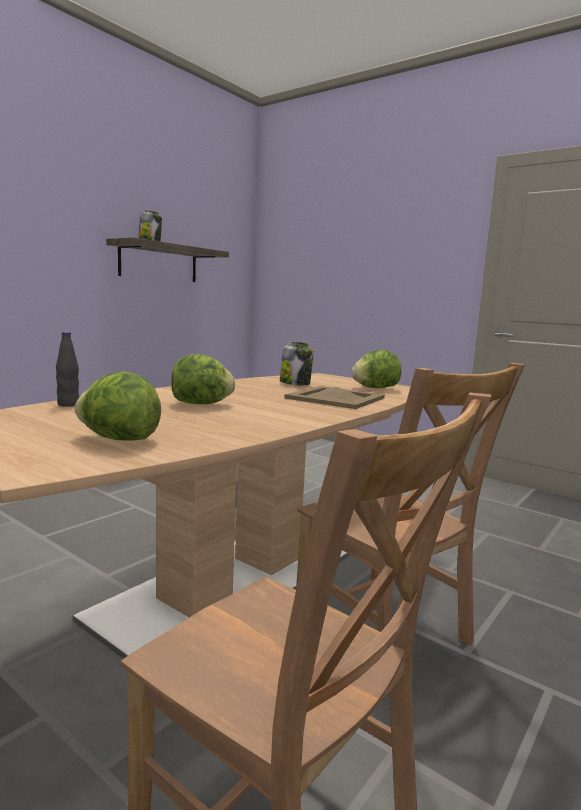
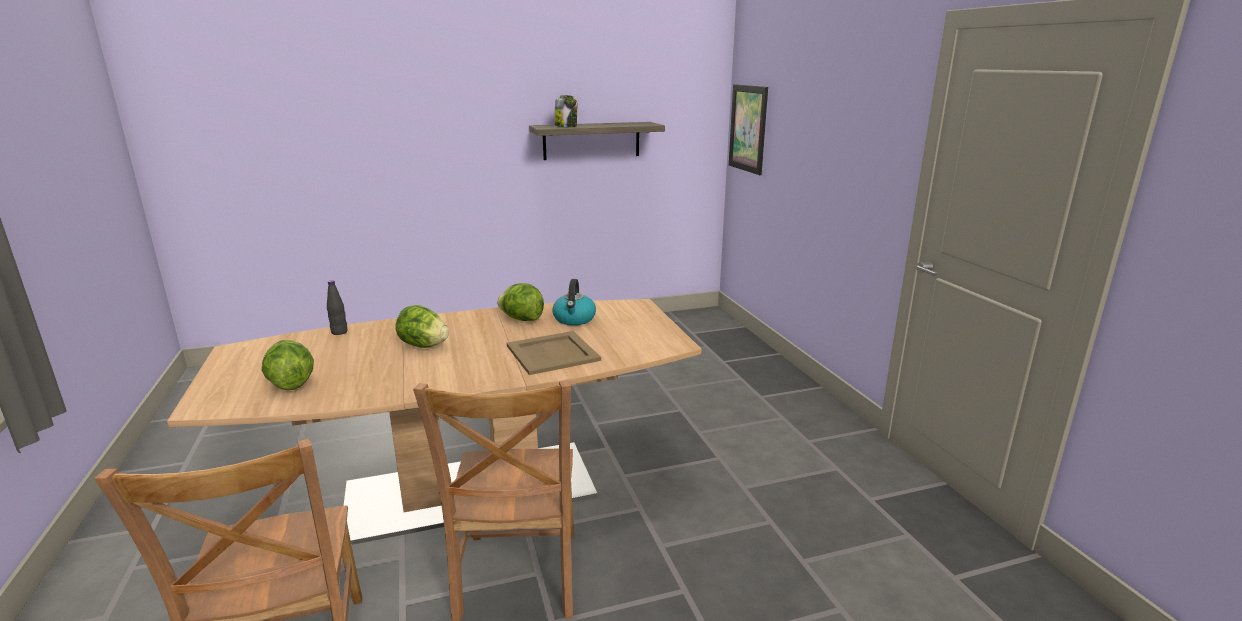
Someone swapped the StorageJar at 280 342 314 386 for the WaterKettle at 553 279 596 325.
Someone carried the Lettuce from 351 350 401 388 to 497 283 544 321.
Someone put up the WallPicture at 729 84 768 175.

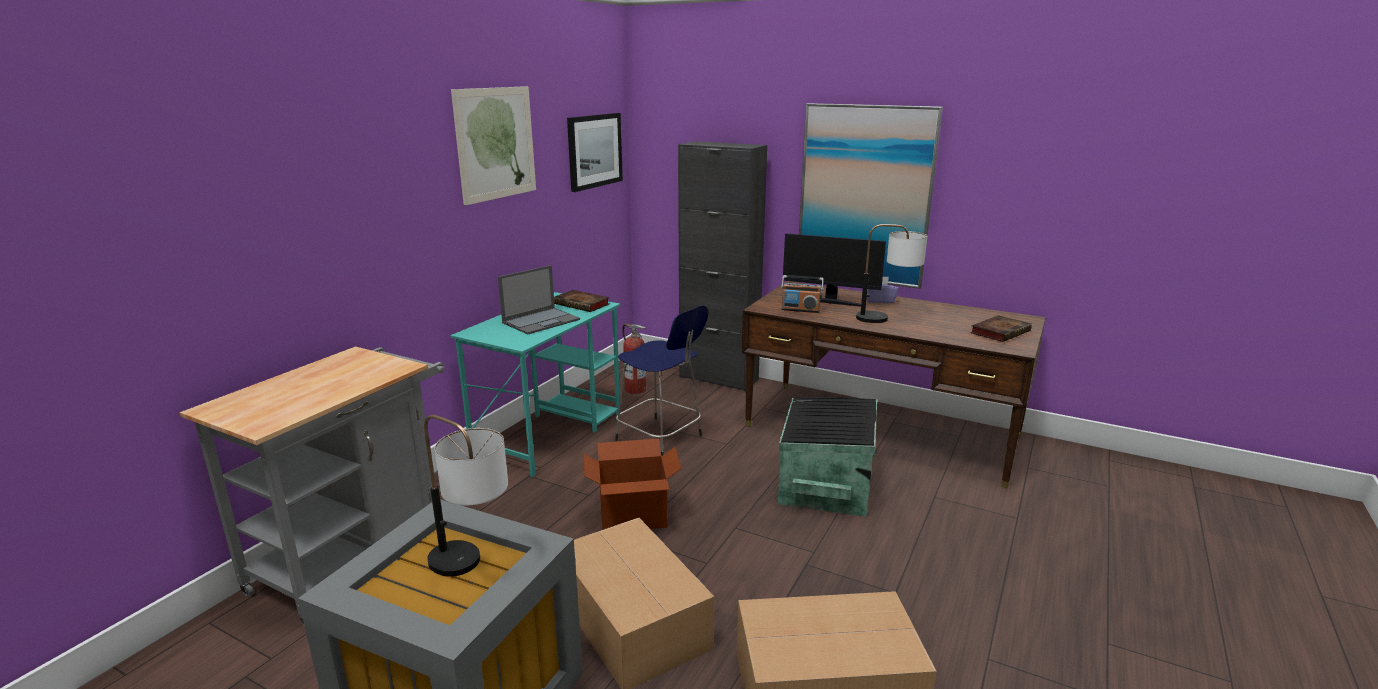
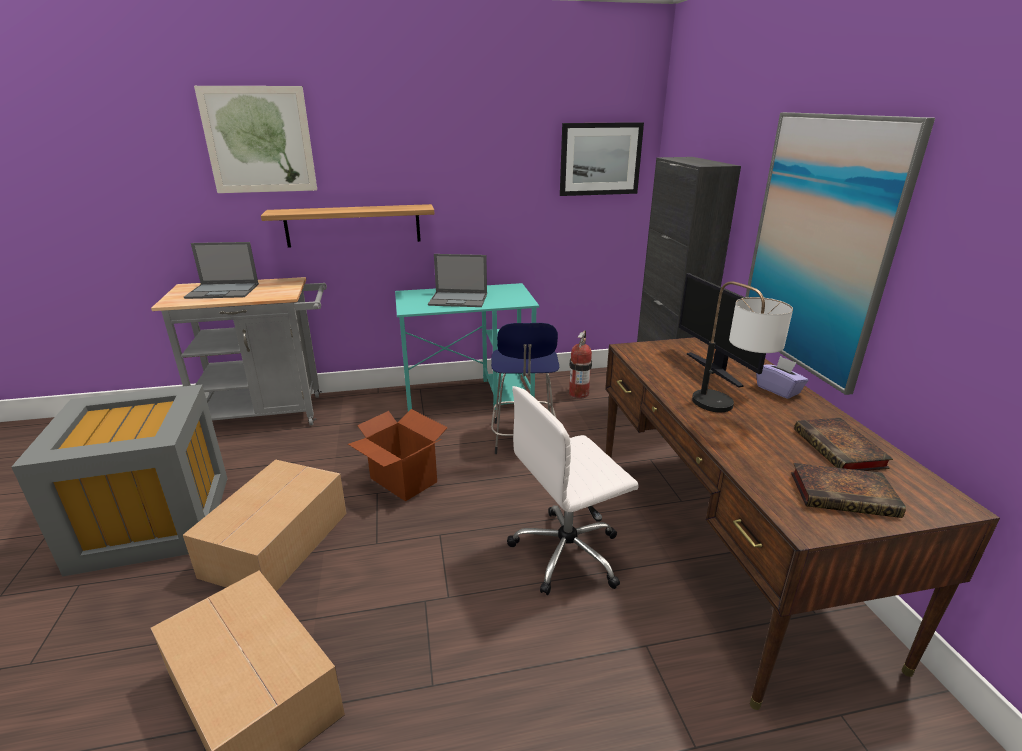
Someone carried the WallPicture from 451 86 536 206 to 194 86 317 193.
Someone took away the RadioReceiver at 781 275 824 313.
Someone carried the Book from 554 290 610 312 to 794 418 893 471.
Someone swapped the BlackishStorageContainer at 778 397 877 517 for the WhiteColouredDeskChair at 507 386 639 595.
Someone took away the LampForATable at 424 415 508 577.
Someone put up the Shelf at 261 204 434 248.
Someone put down the Laptop at 184 242 259 299.

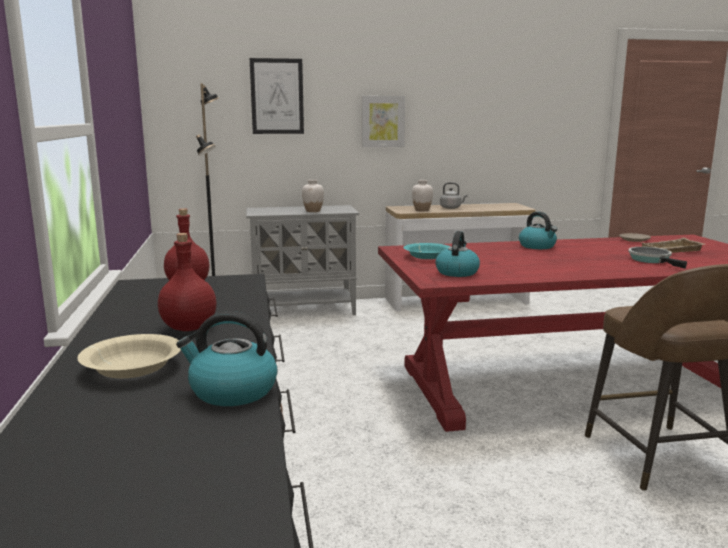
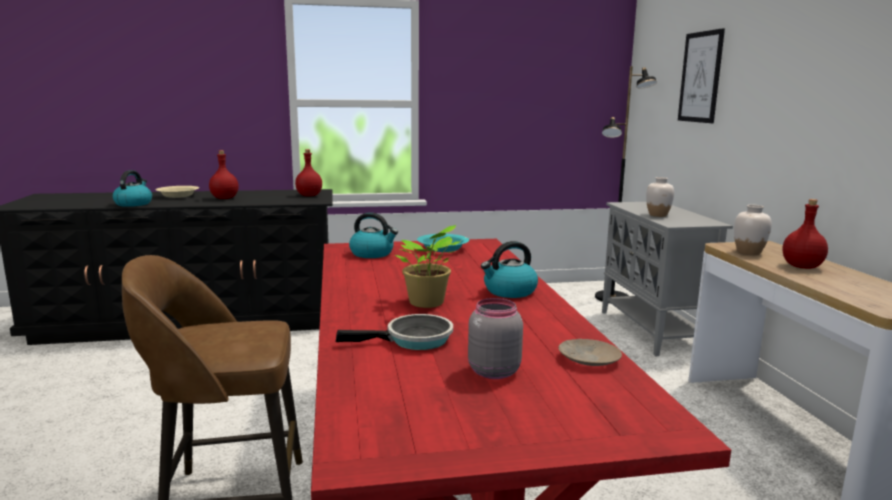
Someone took away the WallPicture at 362 96 405 147.
Someone swapped the GreyishWaterKettle at 440 182 467 209 for the ReddishDrinkBottle at 783 199 828 269.
Someone swapped the BeigeCarryingTray at 640 238 704 253 for the GreyishStorageJar at 468 298 523 379.
Someone put down the Houseplant at 395 225 461 308.

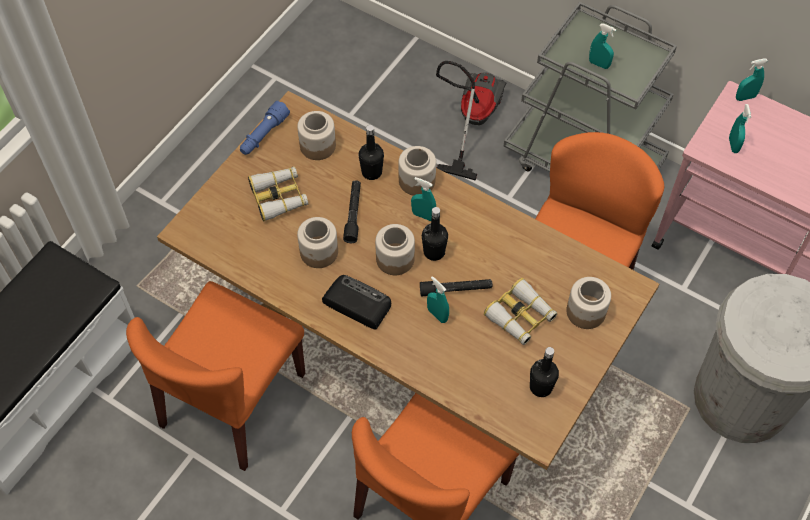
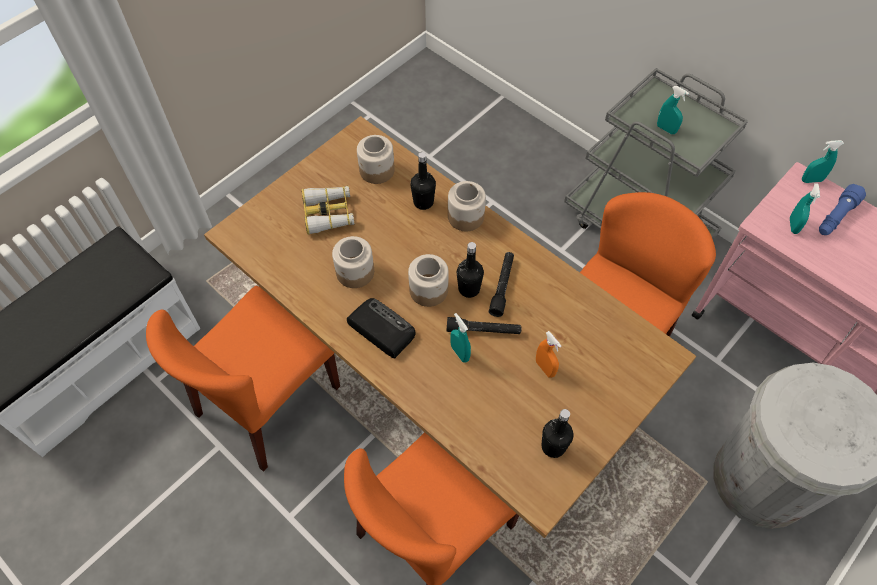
Someone took away the Vacuum at 436 61 507 181.
Someone carried the BlueHandTorch from 240 101 290 155 to 819 184 866 235.
Someone took away the BlueGreenSprayBottle at 411 177 436 221.
Someone carried the BlackishHandTorch from 343 180 361 243 to 489 252 514 317.
Someone took away the StorageJar at 566 277 611 329.
Someone swapped the PairOfBinoculars at 484 278 557 345 for the OrangeySprayBottle at 536 331 561 378.

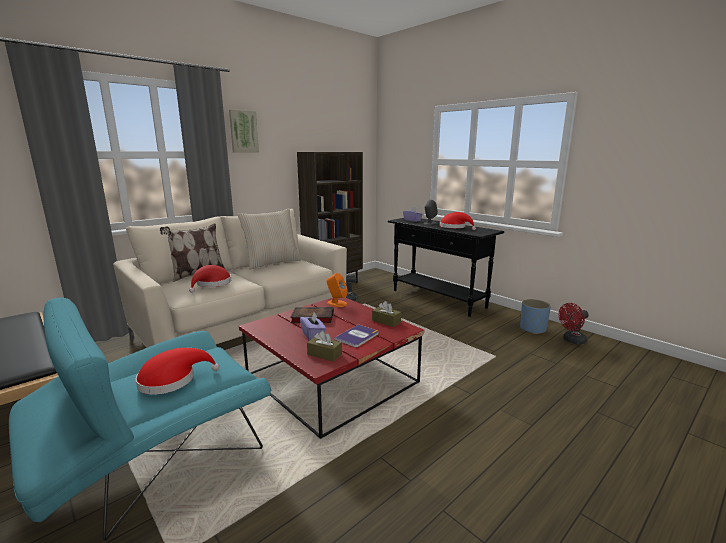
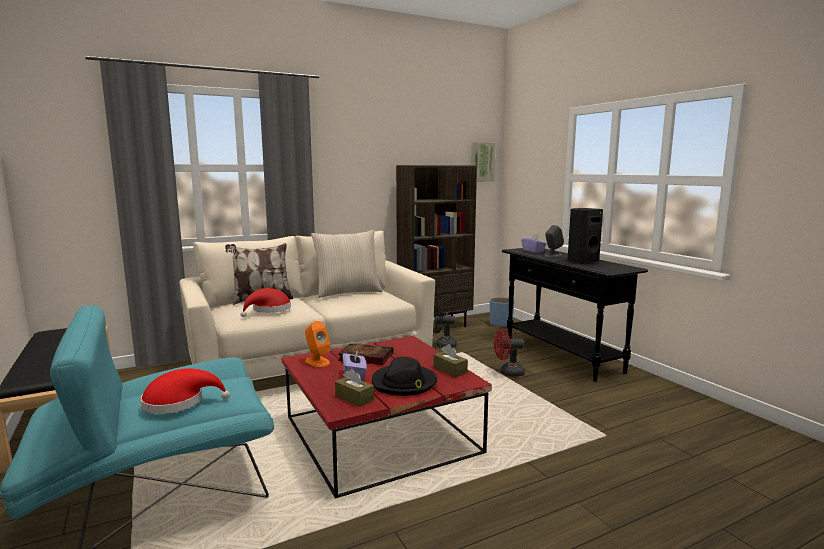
Someone carried the WallPicture from 229 110 259 152 to 471 142 495 182.
Someone swapped the ReddishHat at 440 212 476 230 for the BlackishSpeaker at 568 208 603 264.
Someone carried the OrangeySpeaker from 326 273 348 307 to 305 321 330 367.
Someone carried the BluePlanter from 520 299 551 334 to 490 297 514 327.
Someone carried the ReddishFan from 559 303 589 345 to 494 328 525 377.
Someone swapped the Book at 334 324 379 347 for the BlackishHat at 372 357 437 396.

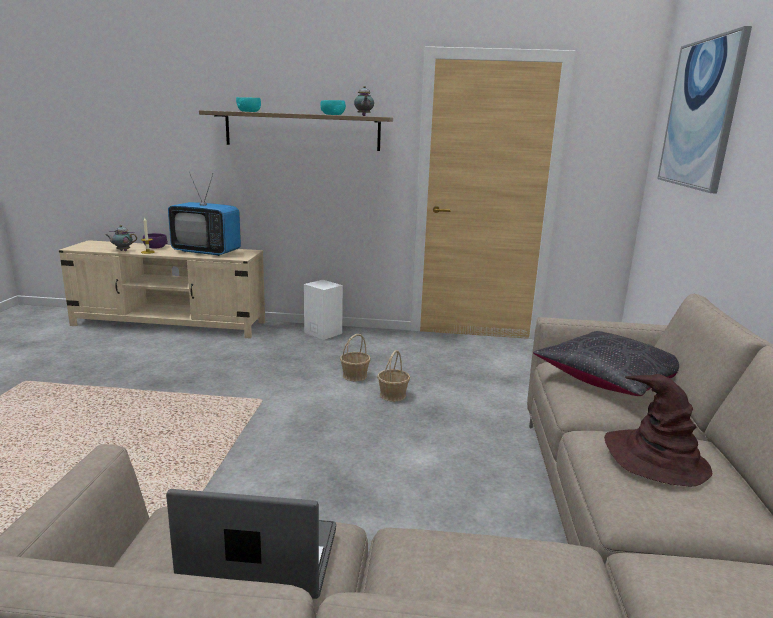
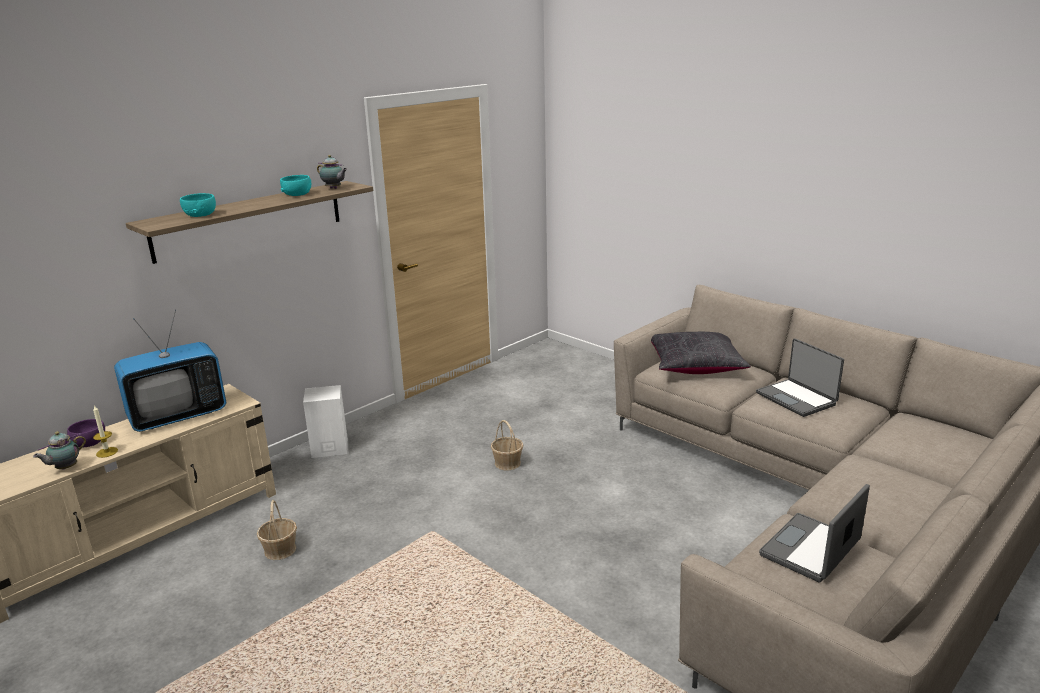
Someone took away the WallPicture at 657 26 752 193.
Someone carried the HouseholdBasket from 340 334 371 381 to 257 500 297 560.
Someone swapped the BrownHat at 604 374 712 487 for the Laptop at 756 338 844 417.

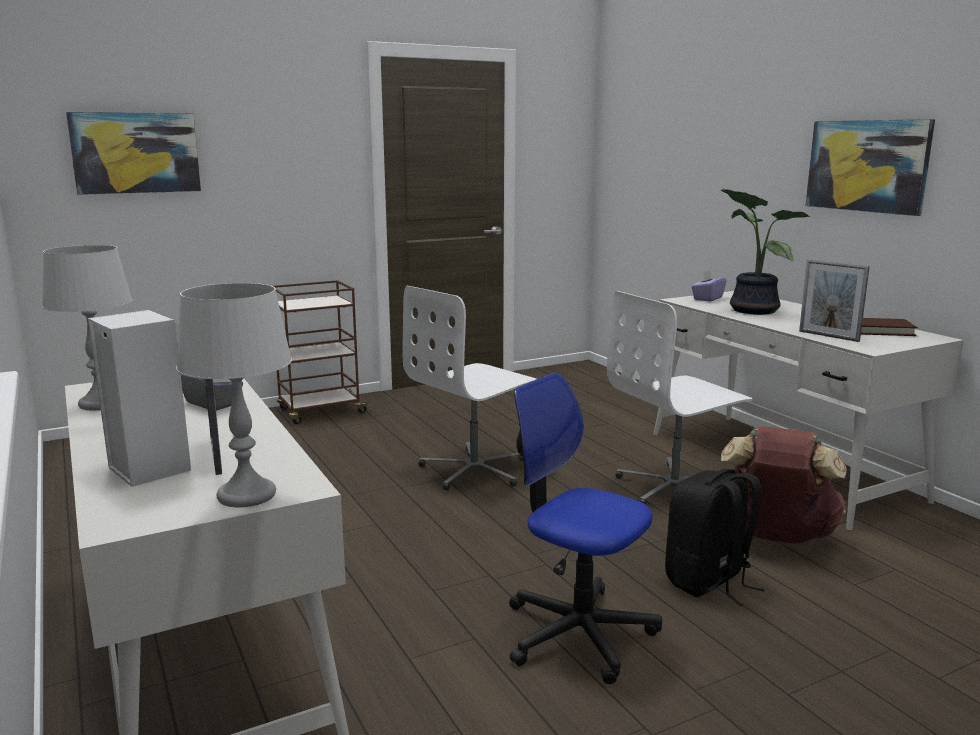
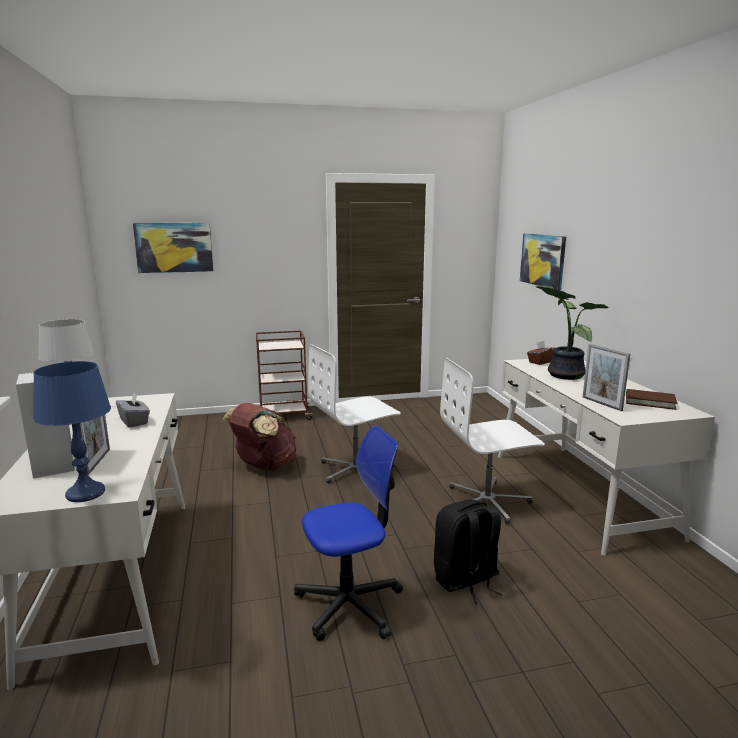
Someone carried the WallPicture from 806 119 935 216 to 520 234 566 290.
Someone repainted the PurpleColouredTissueHolder at 691 270 727 302, which became the BrownTissueHolder at 527 341 555 365.
Someone repainted the GreyishLampForATable at 176 283 292 507, which became the BlueLampForATable at 33 361 111 502.
Someone rotated the DeskChair at 509 373 662 684 by 105 degrees clockwise.
Someone carried the BrownRucksack from 721 426 847 544 to 222 403 296 471.

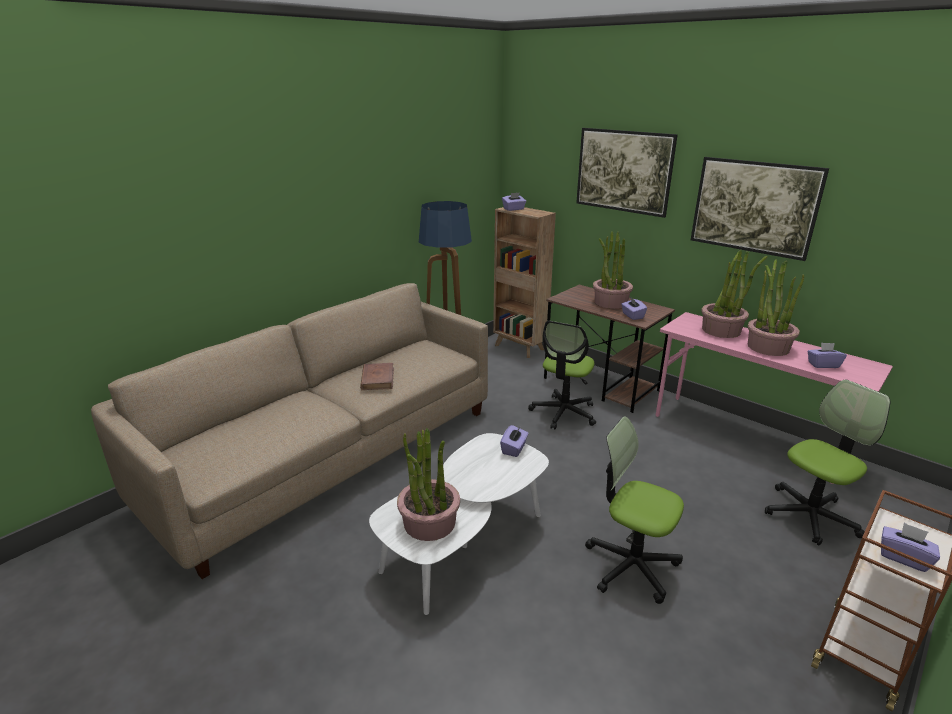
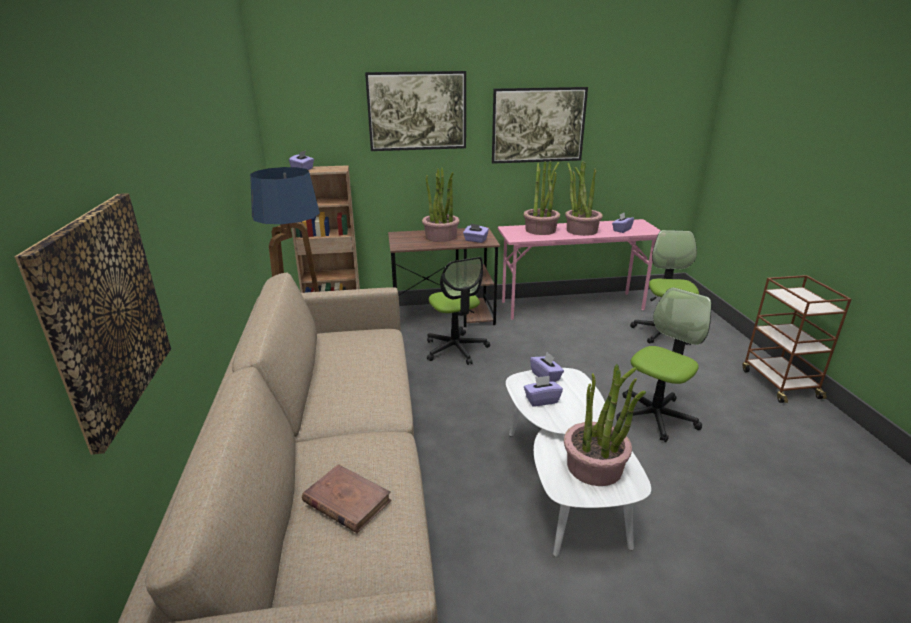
Someone carried the BrownBook from 360 363 394 390 to 302 464 391 534.
Someone rotated the DeskChair at 585 416 684 604 by 150 degrees clockwise.
Someone carried the PurpleColouredTissueHolder from 881 523 940 572 to 524 376 563 407.
Someone put up the WallPicture at 14 193 171 455.

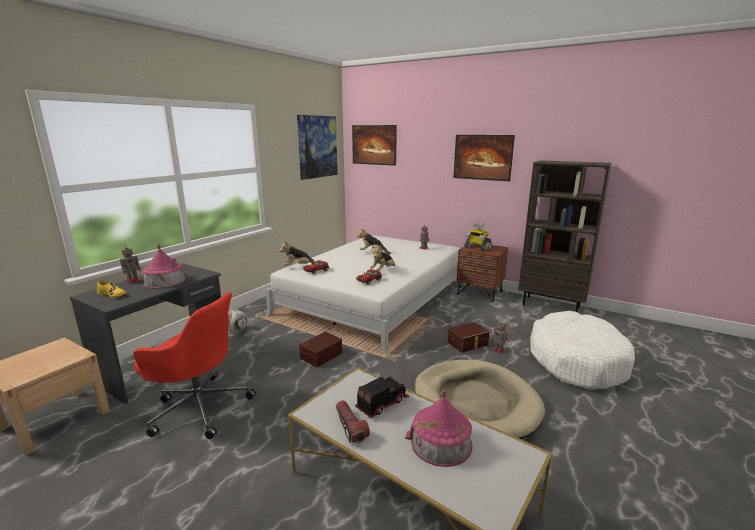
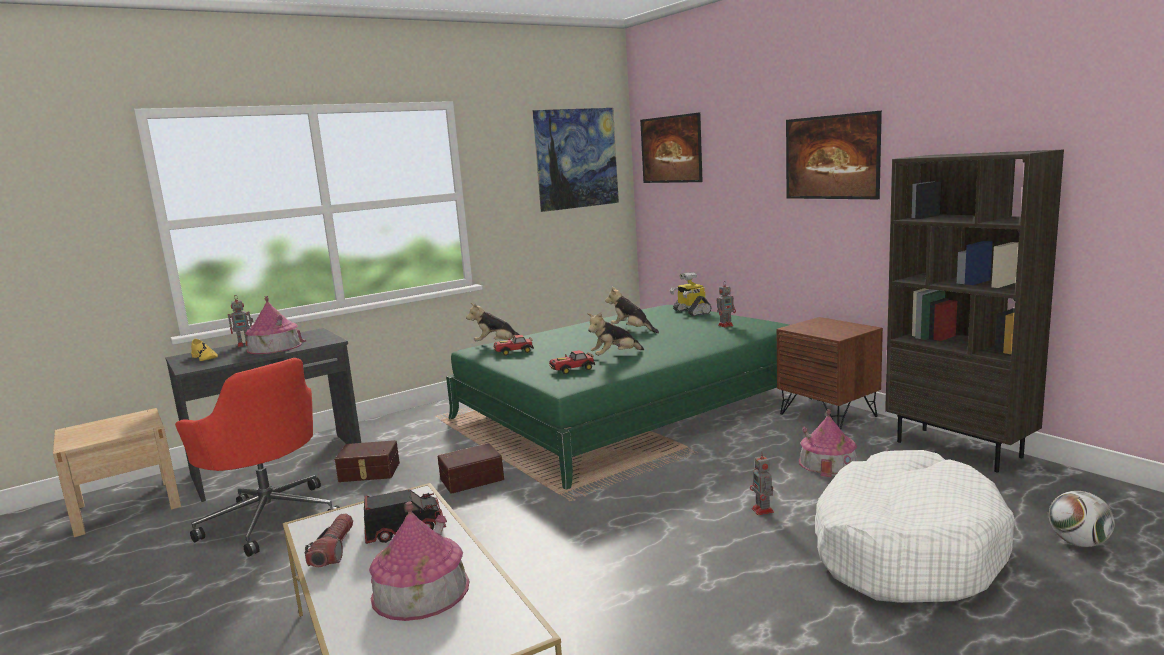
Someone carried the ToyRobot from 464 222 492 251 to 670 272 712 316.
Someone repainted the WhiteColouredSleepingBed at 265 235 465 354, which became the GreenSleepingBed at 446 305 813 490.
Someone carried the FootballBall from 228 310 247 333 to 1049 491 1115 547.
Someone carried the BrownStorageContainer from 448 322 490 353 to 335 440 400 482.
Someone took away the BeigeDogBed at 415 360 545 439.
Someone put down the ModelHouse at 799 409 857 477.

